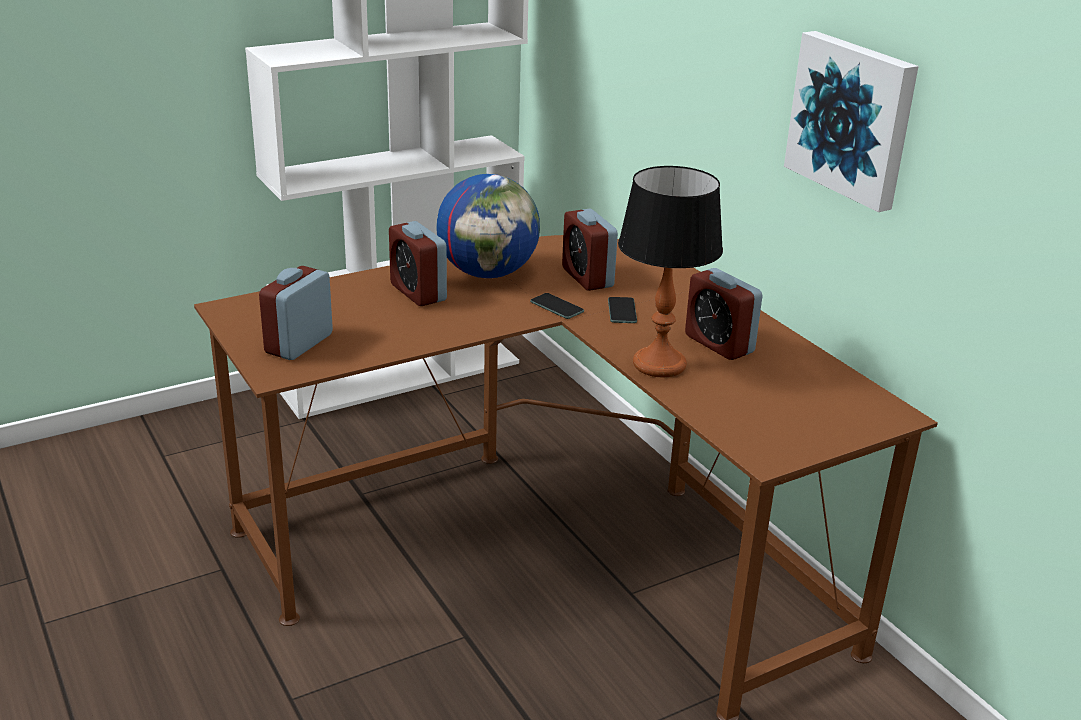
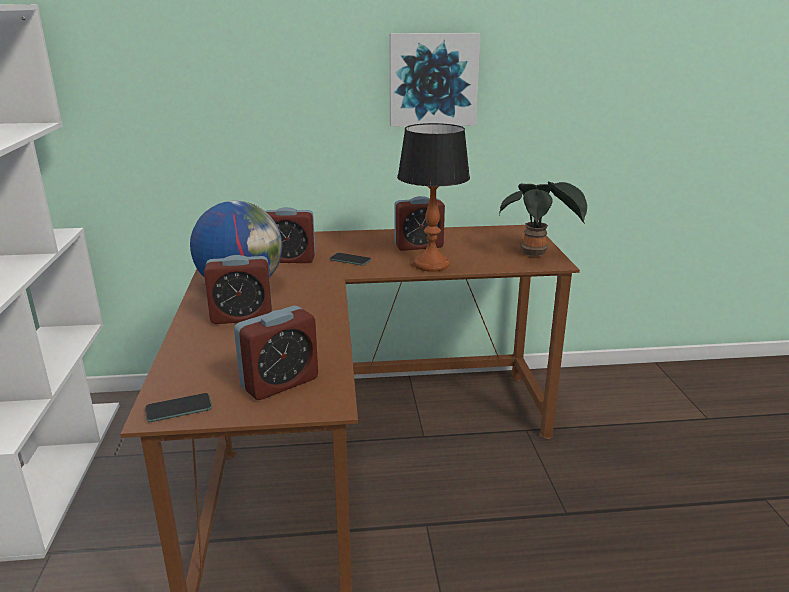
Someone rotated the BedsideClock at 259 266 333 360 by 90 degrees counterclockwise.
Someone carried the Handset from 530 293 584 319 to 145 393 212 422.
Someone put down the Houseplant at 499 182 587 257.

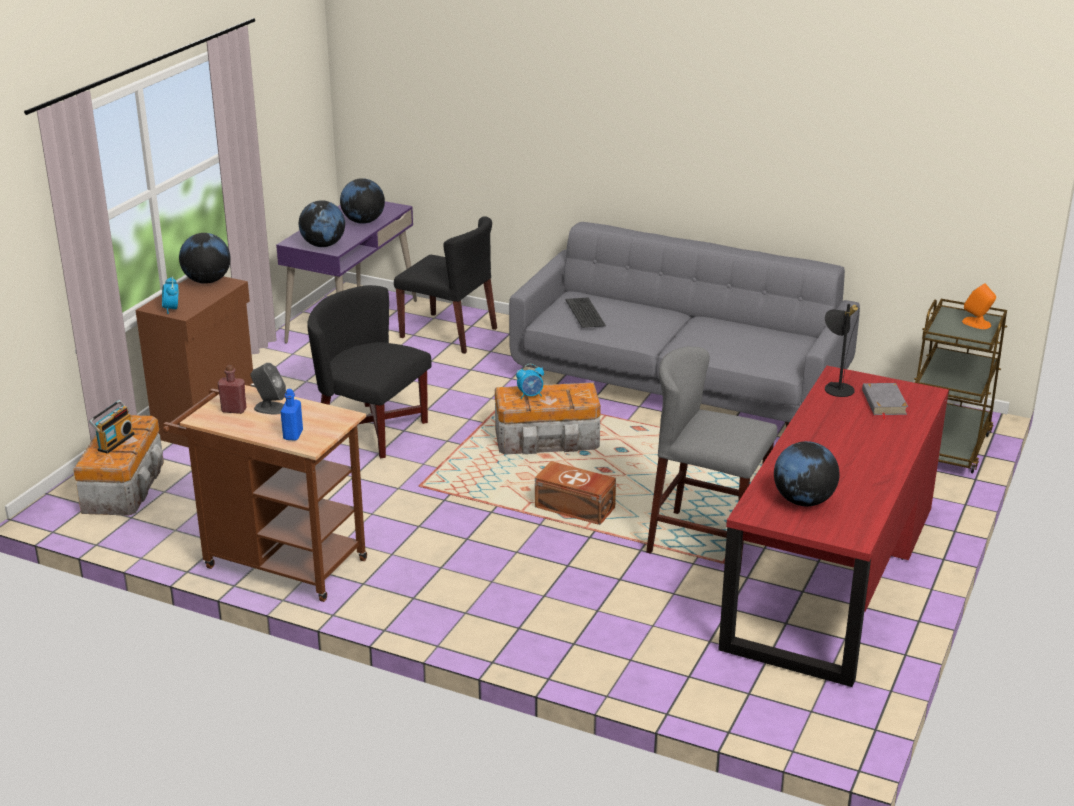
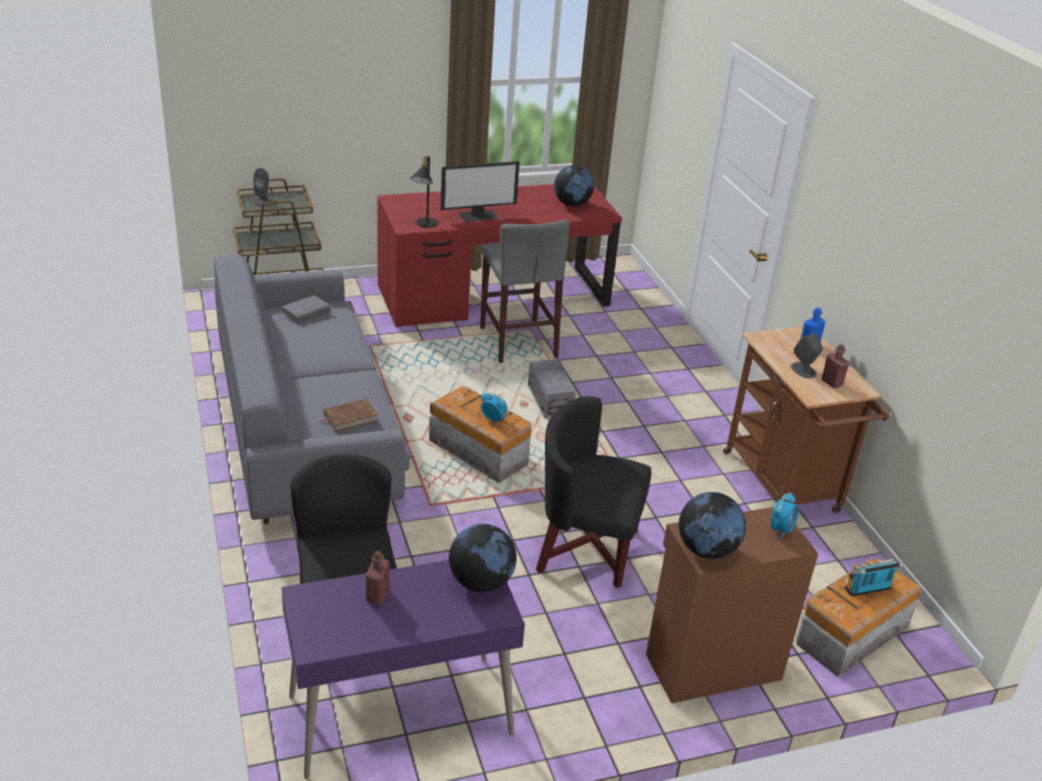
Someone swapped the WorldGlobe at 340 178 385 224 for the ReddishDrinkBottle at 366 551 390 604.
Someone repainted the OrangeySpeaker at 962 283 996 329, which became the GreyishSpeaker at 253 168 272 206.
Someone rotated the BlackishLoungeChair at 307 285 432 459 by 120 degrees clockwise.
Someone swapped the Keyboard at 566 298 606 328 for the BrownBook at 320 399 378 432.
Someone carried the GreyishBook from 862 383 908 420 to 282 295 332 323.
Someone repainted the BrownStorageContainer at 535 461 616 525, which became the GreyishStorageContainer at 528 359 576 418.
Someone put down the ComputerScreen at 440 161 520 222.

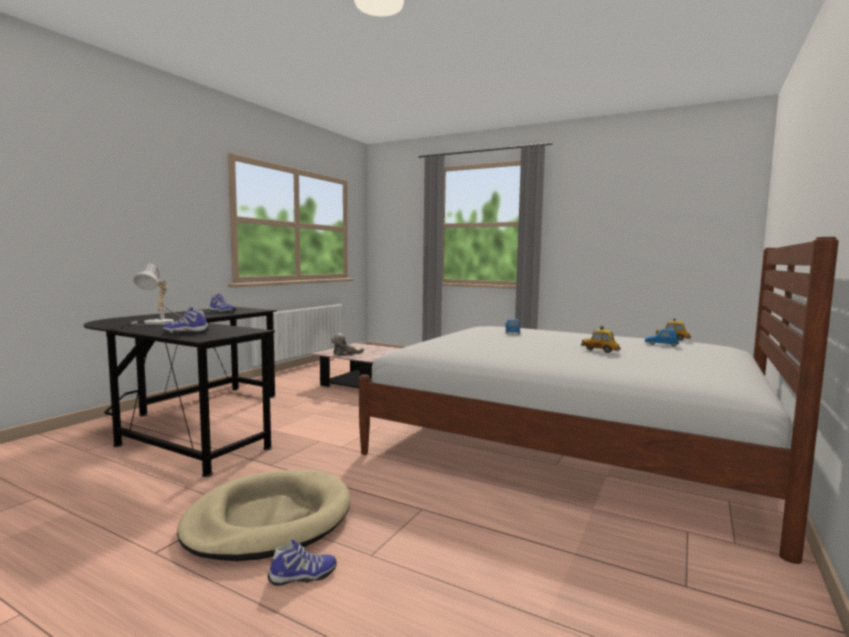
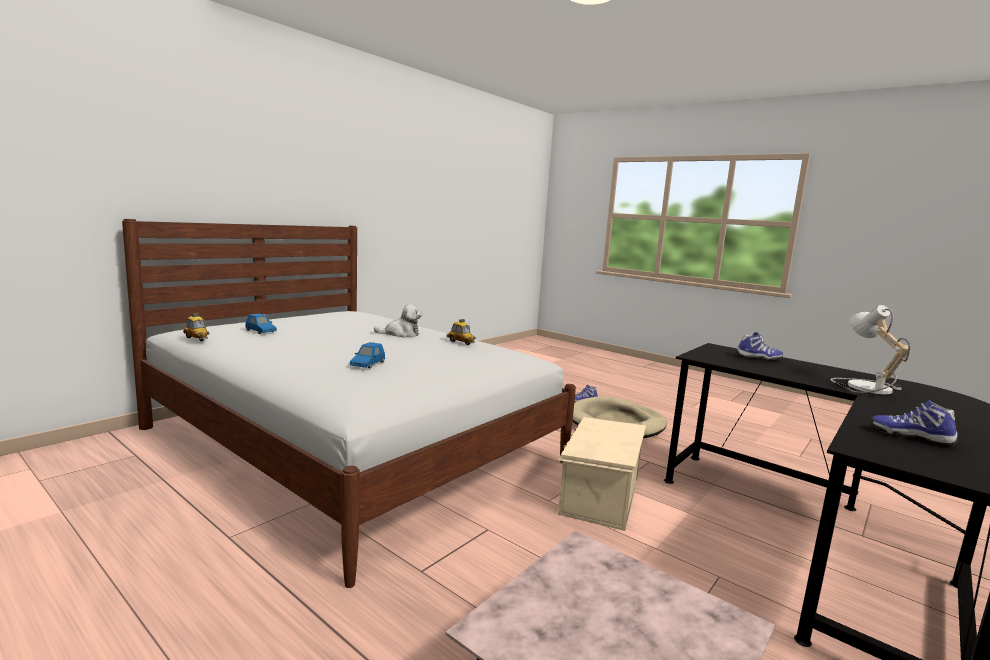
Someone carried the MiniatureCar from 581 326 621 353 to 447 319 476 345.
Someone carried the PlushToy from 331 333 364 356 to 374 304 422 338.
Someone put down the BeigeStorageContainer at 558 417 646 531.

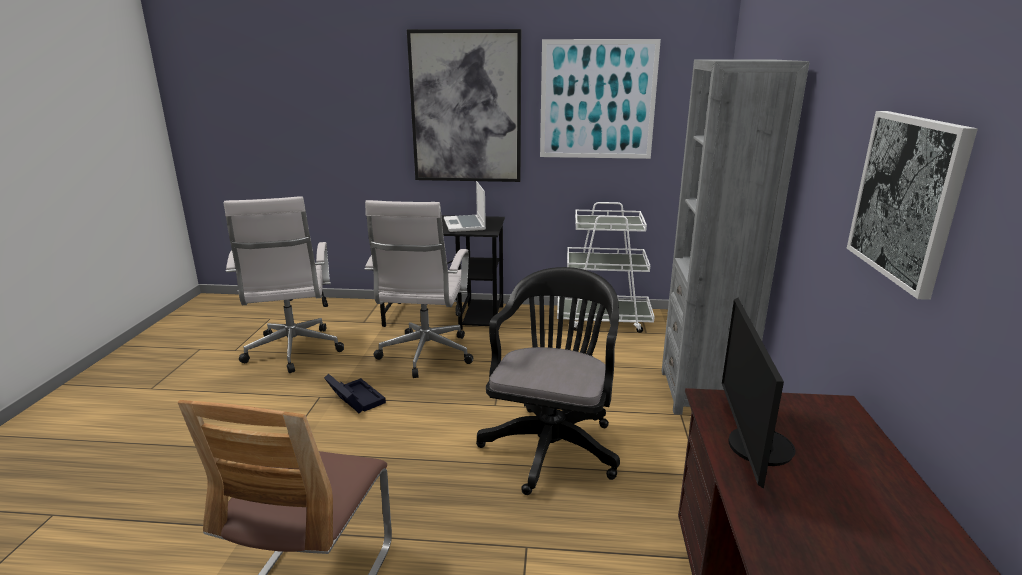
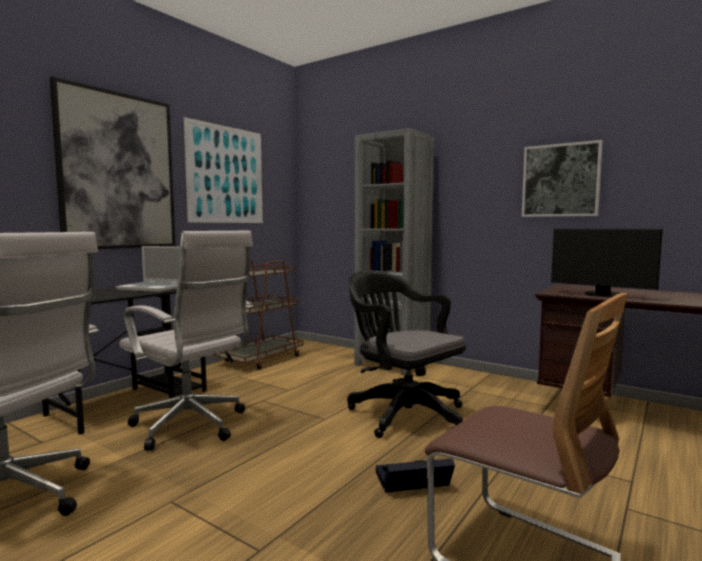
Someone repainted the WhiteColouredCart at 557 202 655 333, which became the BrownCart at 214 259 304 369.
Someone carried the BlackishStorageContainer from 324 374 386 413 to 376 458 455 492.

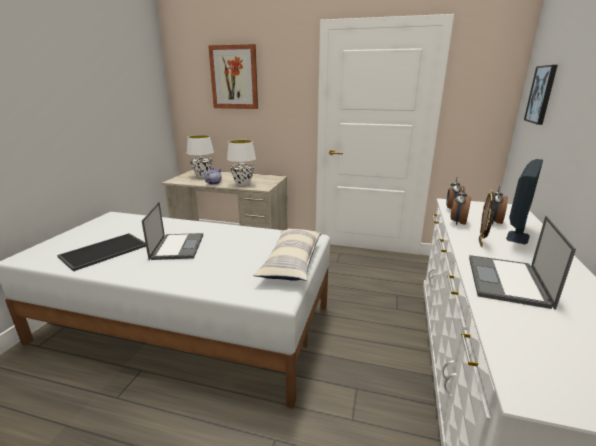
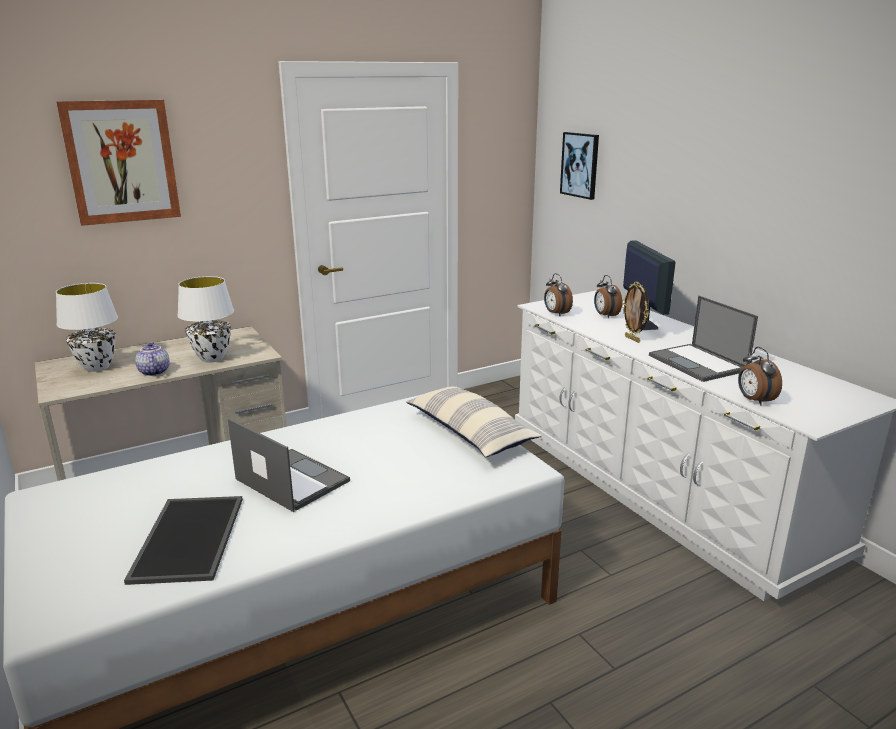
Someone carried the BedsideClock from 450 186 471 225 to 738 347 782 405.

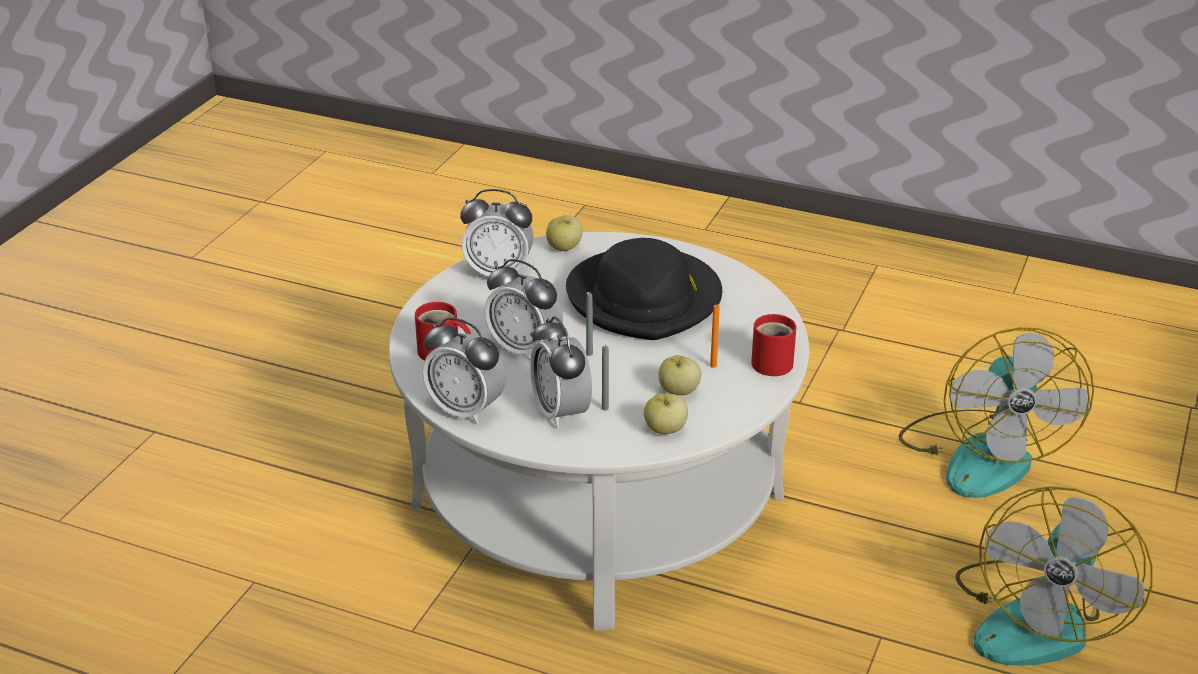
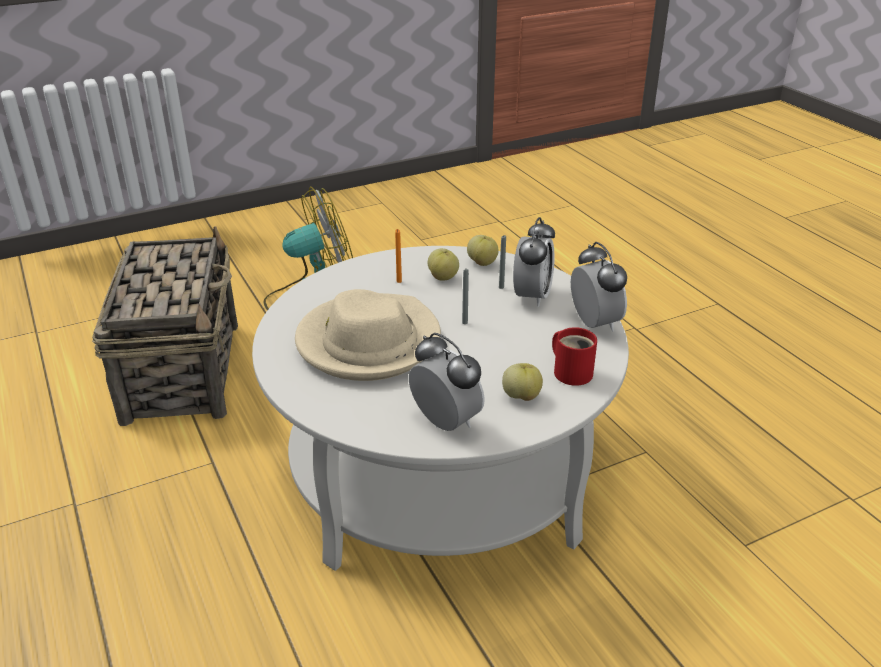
Someone carried the AppleFruit from 546 215 582 251 to 502 363 543 401.
Someone repainted the BlackishHat at 566 238 722 340, which became the BeigeHat at 295 289 441 381.
Someone took away the BedsideClock at 485 259 563 355.
Someone took away the ReddishTeaMug at 751 314 796 376.
Someone swapped the Fan at 899 327 1094 498 for the HouseholdBasket at 92 226 238 426.

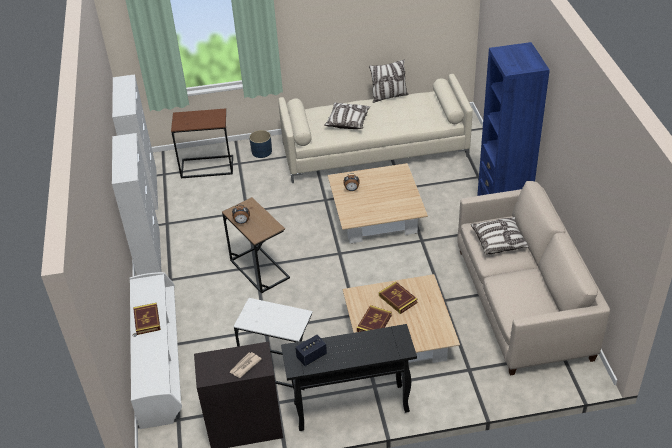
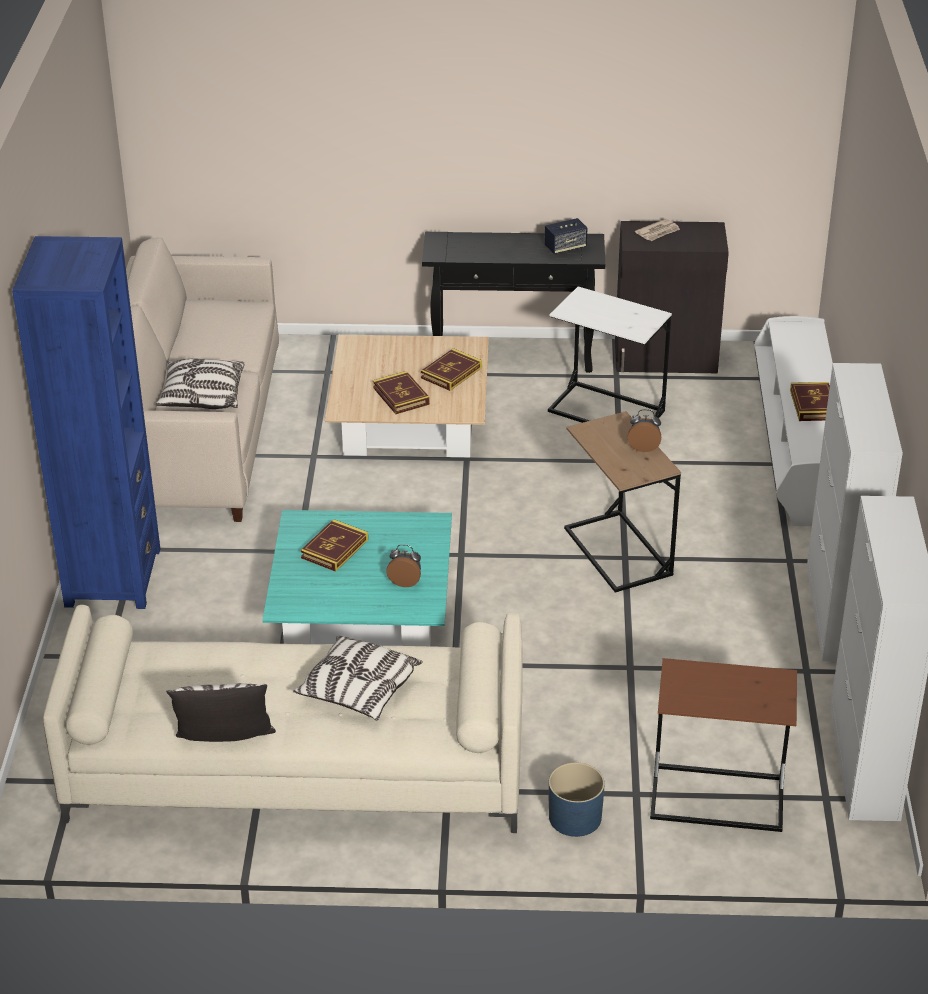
Someone repainted the BeigeLowTable at 328 163 428 244, which became the BlueGreenLowTable at 262 510 452 646.
Someone put down the Book at 300 519 368 572.

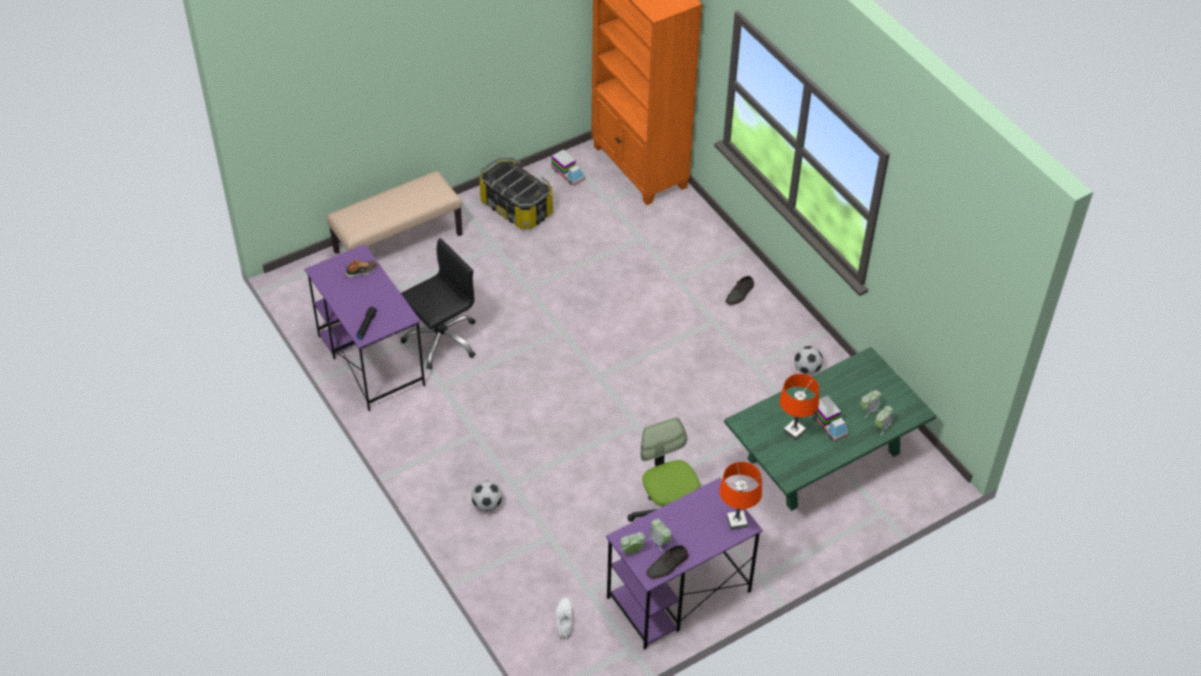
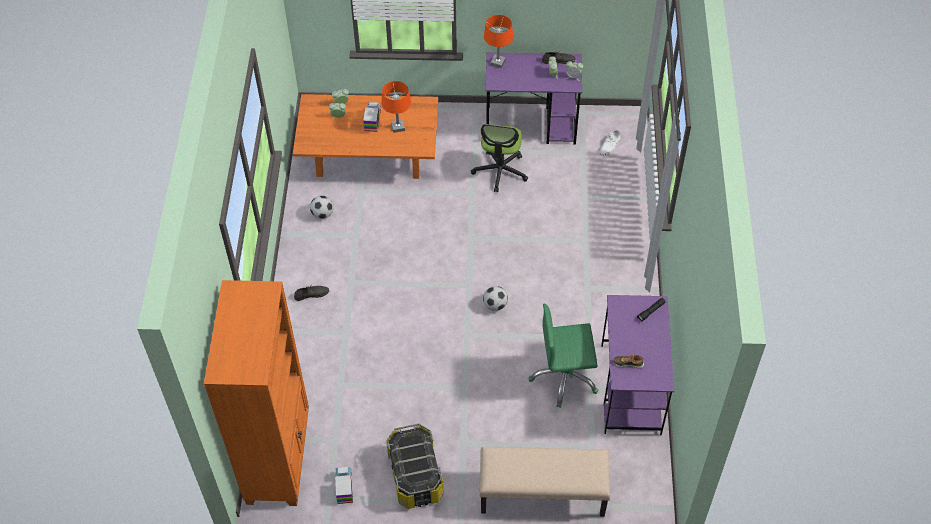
Someone repainted the BlackishDeskChair at 401 238 476 370, which became the GreenDeskChair at 529 304 599 408.
Someone repainted the GreenLowTable at 724 347 936 511, which became the OrangeyLowTable at 293 94 438 179.
Someone carried the FootballBall from 471 481 502 512 to 483 286 508 311.

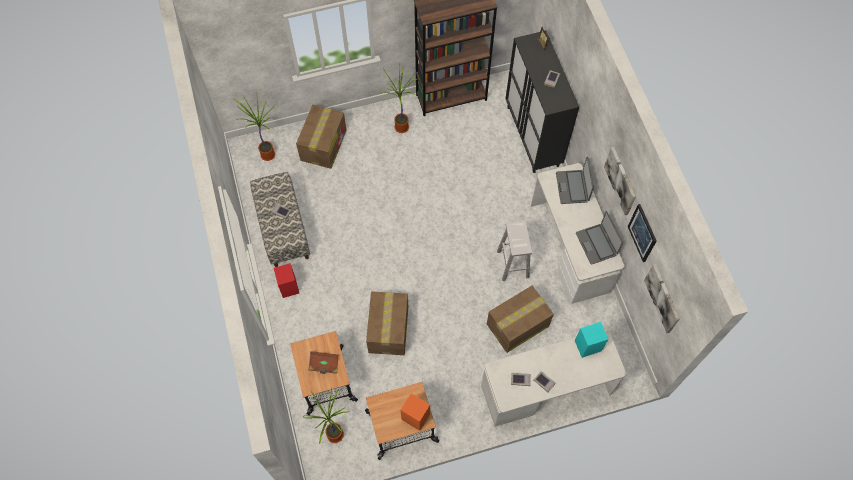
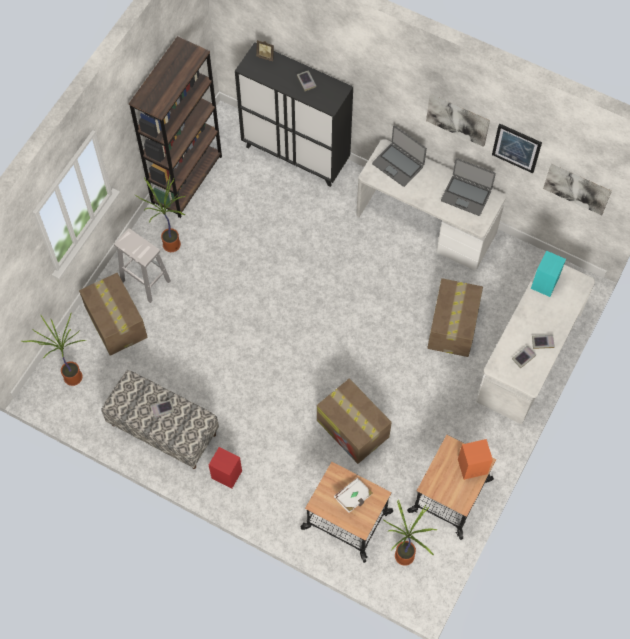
Someone carried the WhiteColouredStoolSeat from 497 221 532 281 to 114 228 171 303.
Someone repainted the BrownBook at 309 351 338 374, which became the WhiteColouredBook at 334 478 373 513.

